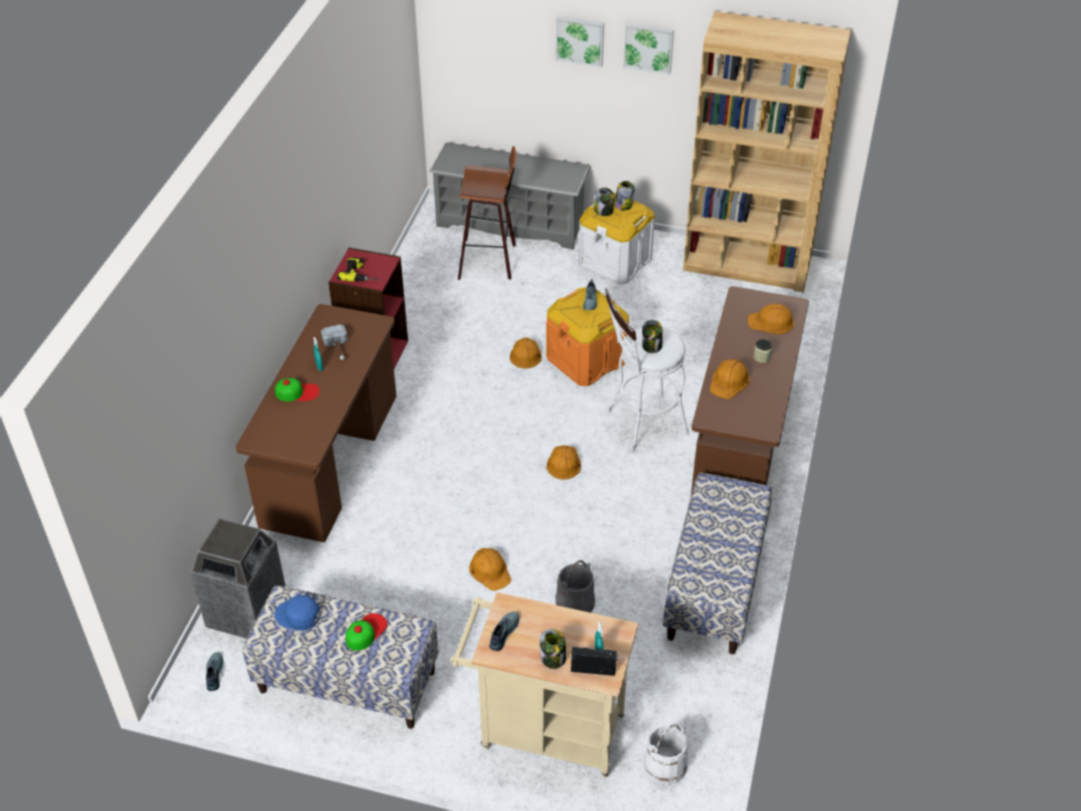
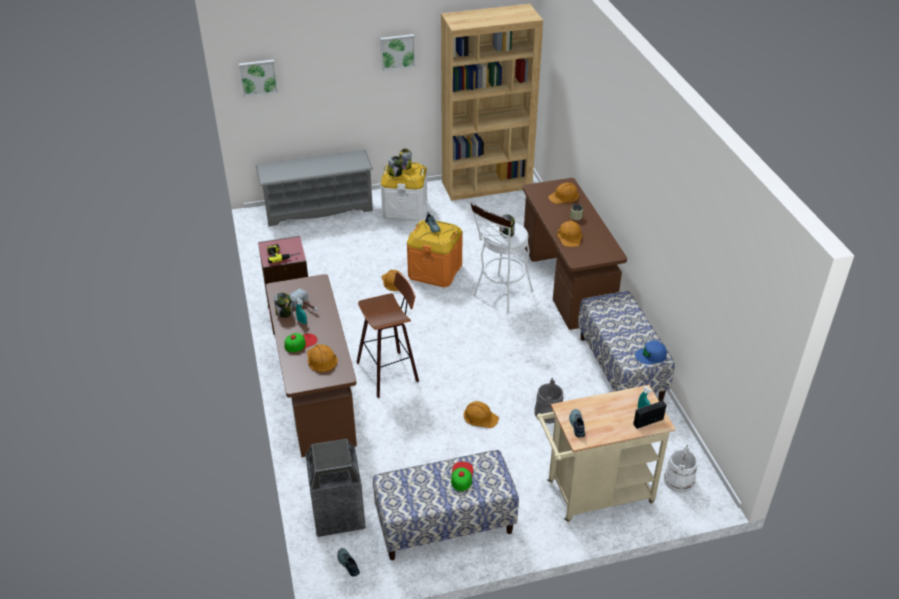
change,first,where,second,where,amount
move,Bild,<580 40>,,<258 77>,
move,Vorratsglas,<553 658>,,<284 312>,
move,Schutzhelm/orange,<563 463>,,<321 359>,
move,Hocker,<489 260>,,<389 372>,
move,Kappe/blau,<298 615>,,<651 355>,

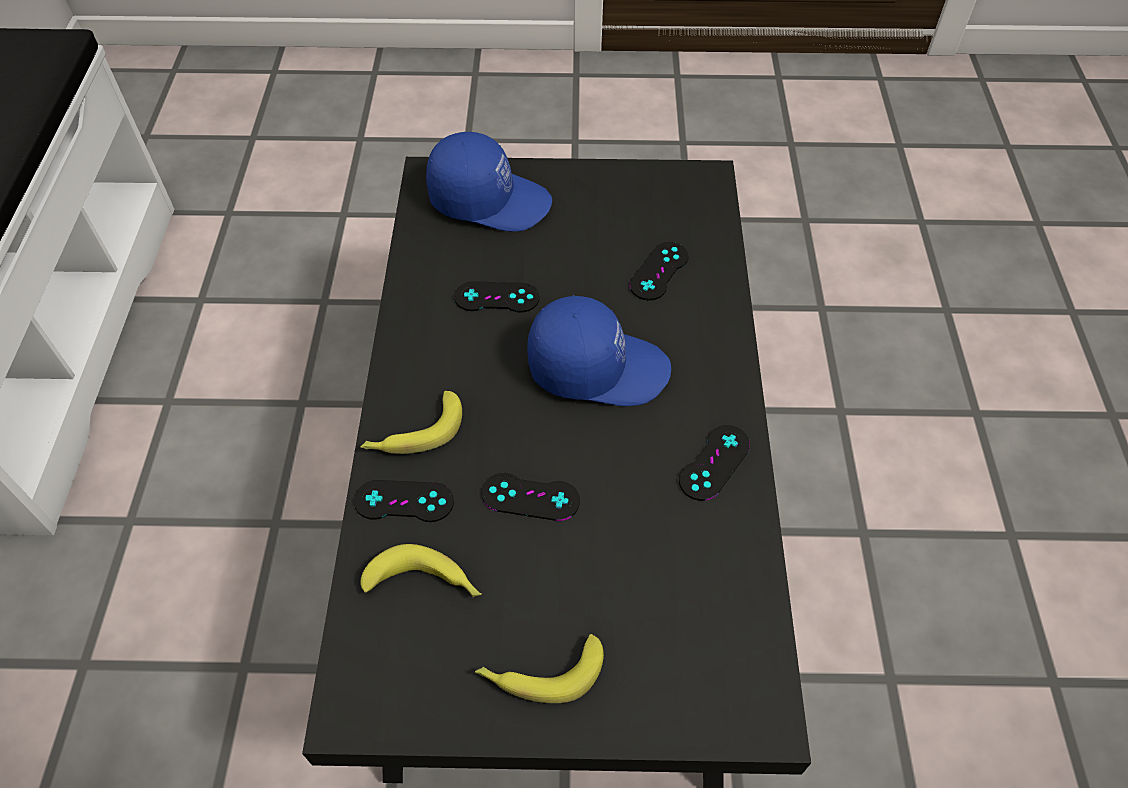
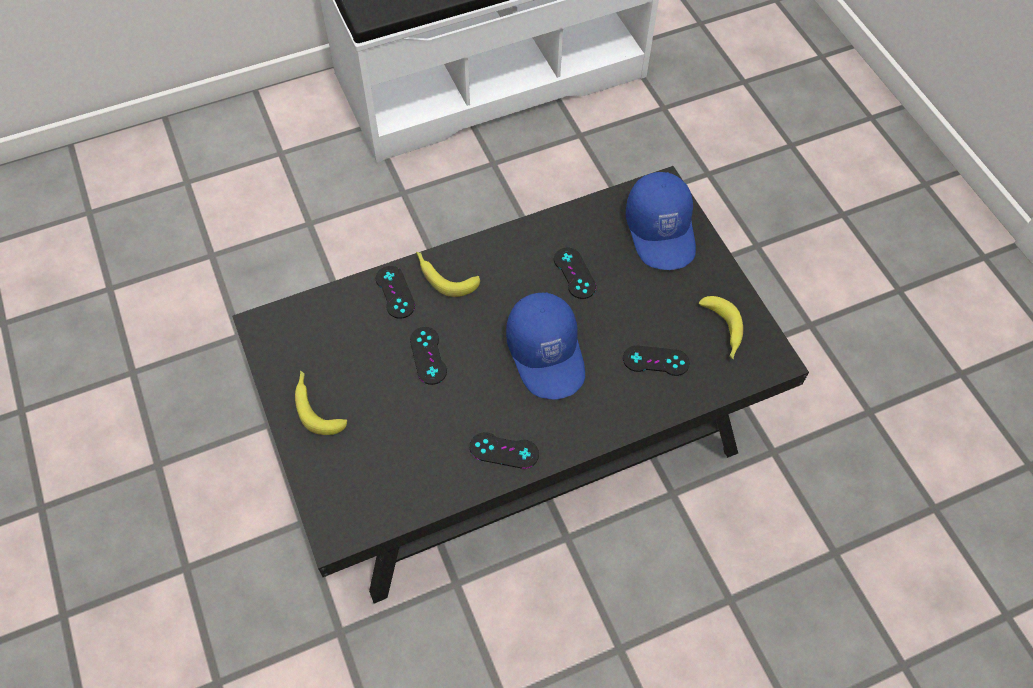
change,first,where,second,where,amount
move,Banane,<425 584>,,<722 332>,

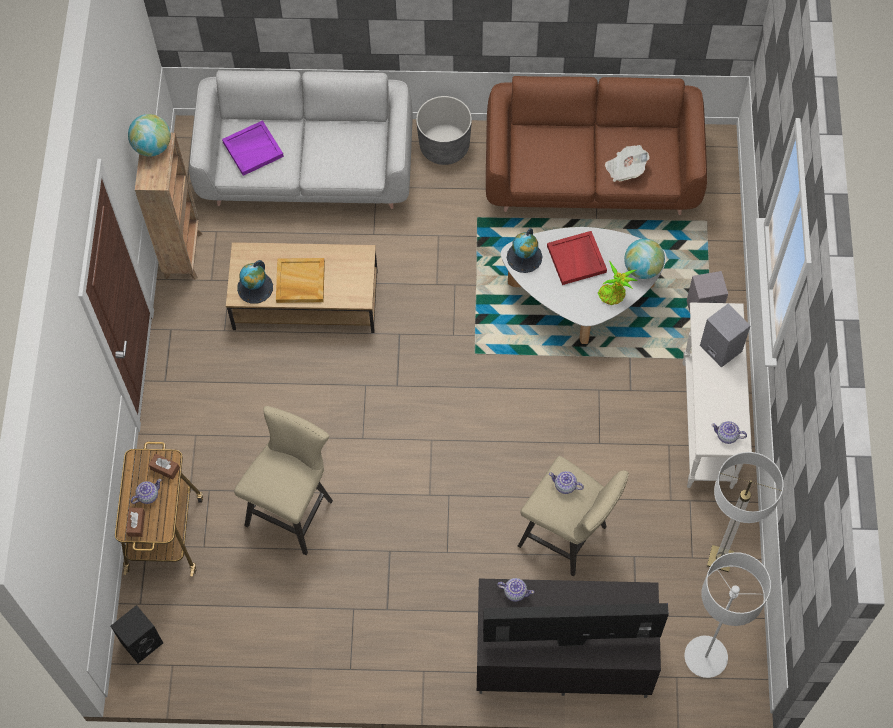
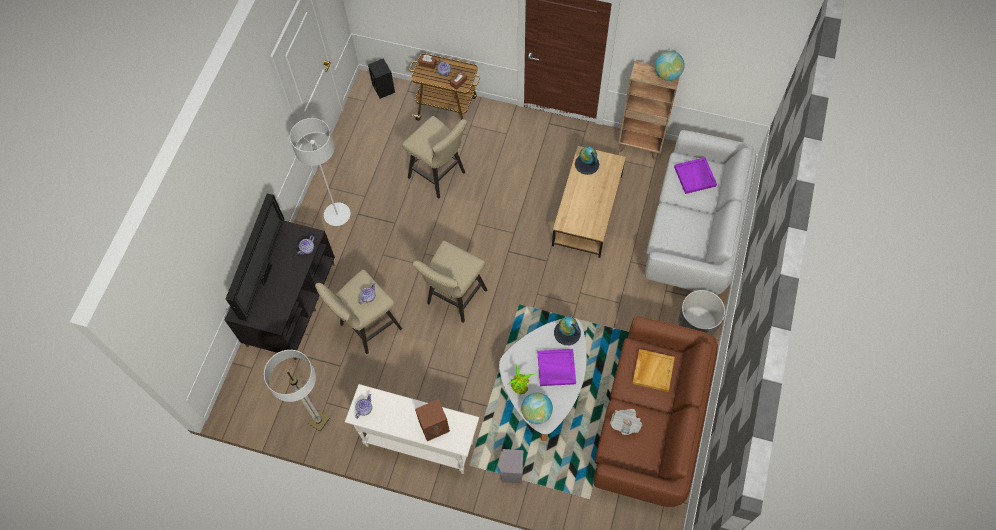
change,first,where,second,where,amount
move,Stehlampe/grau,<705 657>,,<337 215>,
insert,,,Hocker/beige,<454 299>,
recolor,Lautsprecher/grau,<719 348>,Lautsprecher/braun,<434 426>,
recolor,Tablett/rot,<577 259>,Tablett/lila,<556 368>,
move,Tablett/beige,<300 282>,,<652 370>,

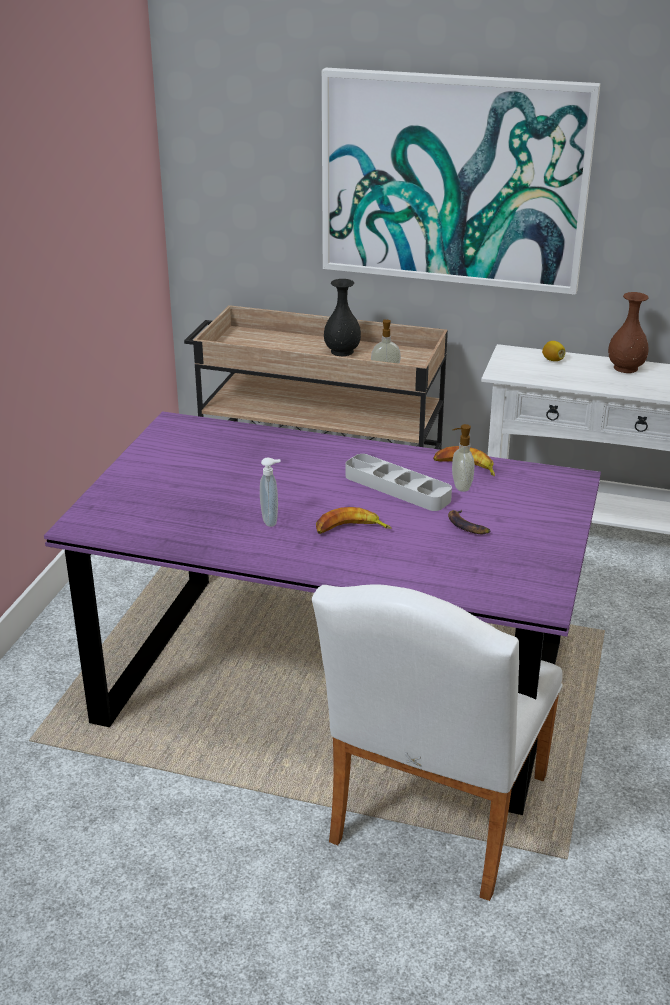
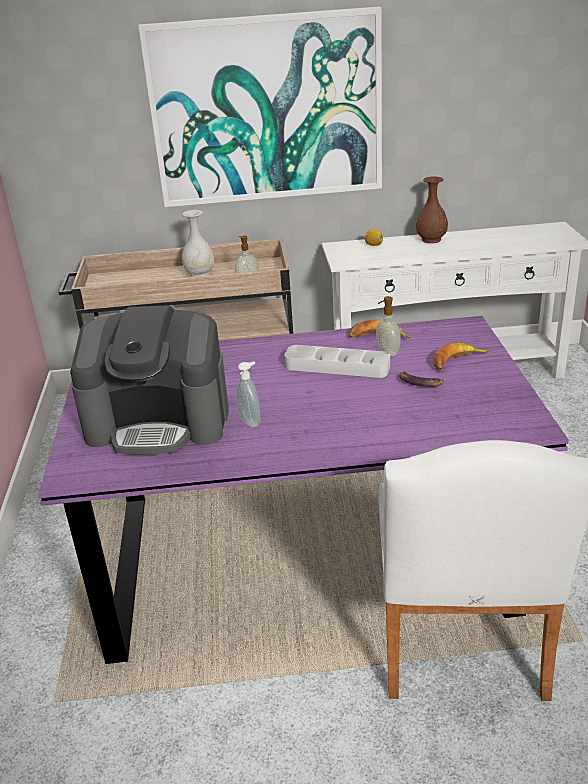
change,first,where,second,where,amount
insert,,,Kaffeemaschine,<159 421>,
recolor,Vase/schwarz,<342 352>,Vase/weiß,<200 274>,
move,Banane,<350 529>,,<457 361>,

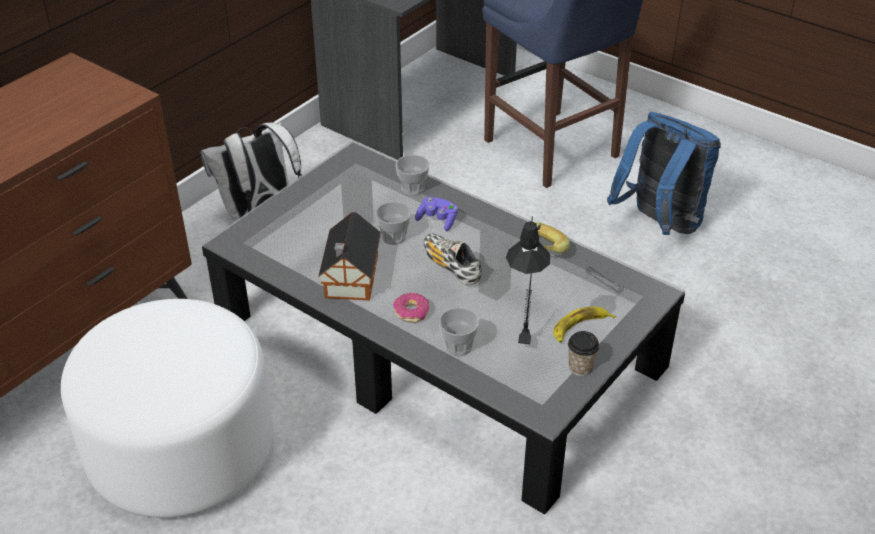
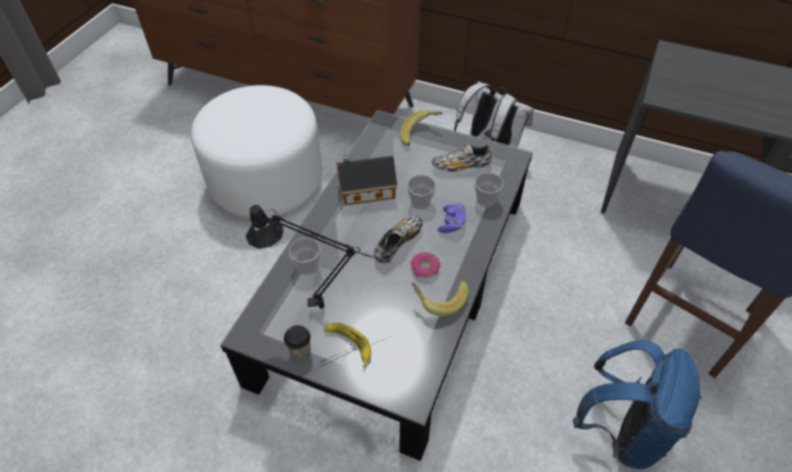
change,first,where,second,where,amount
insert,,,Banane,<420 135>,
move,Donut,<411 312>,,<425 268>,
insert,,,Schuh,<461 166>,

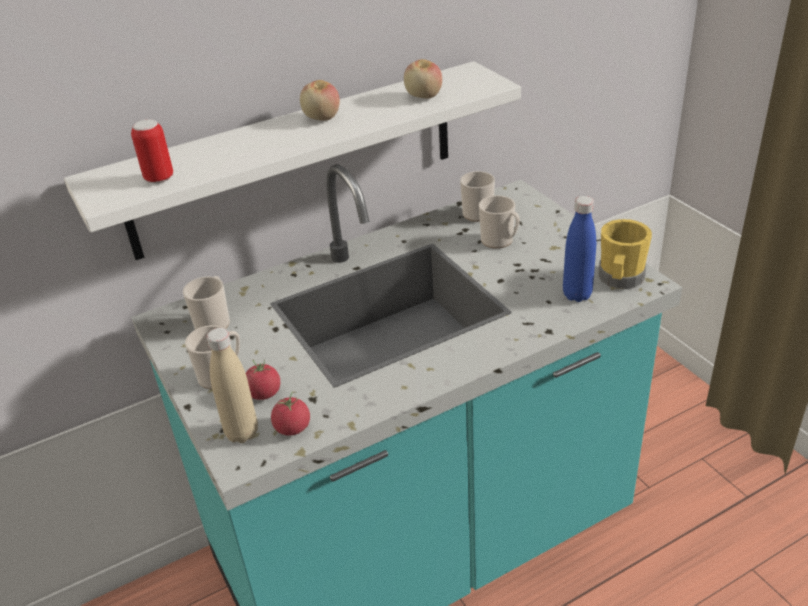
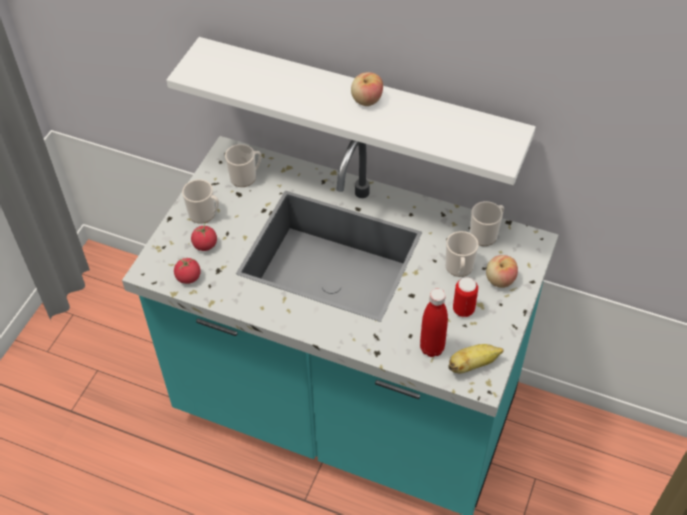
change,first,where,second,where,amount
recolor,Flasche/blau,<577 295>,Flasche/rot,<432 348>,
replace,Henkelbecher/gelb,<620 279>,Banane,<472 365>,
move,Dose,<159 178>,,<463 309>,
move,Apfel,<423 96>,,<500 280>,
delete,Flasche/beige,<242 433>,,,

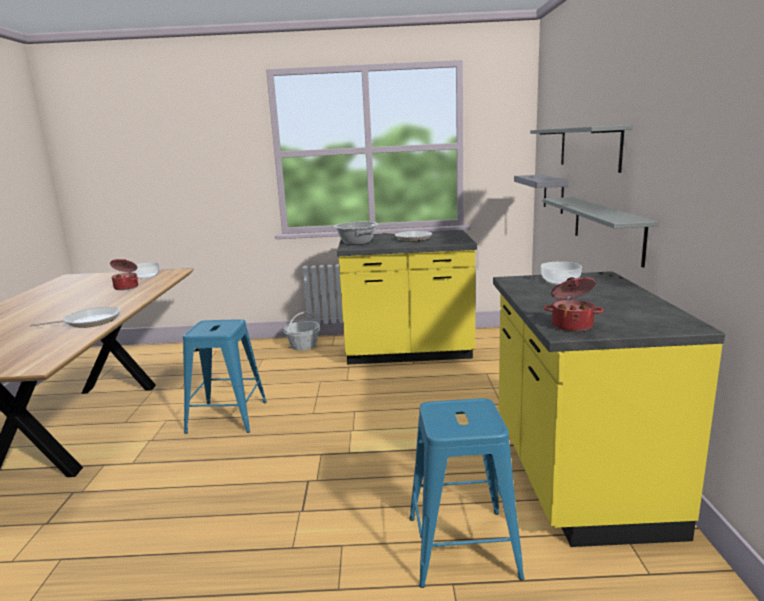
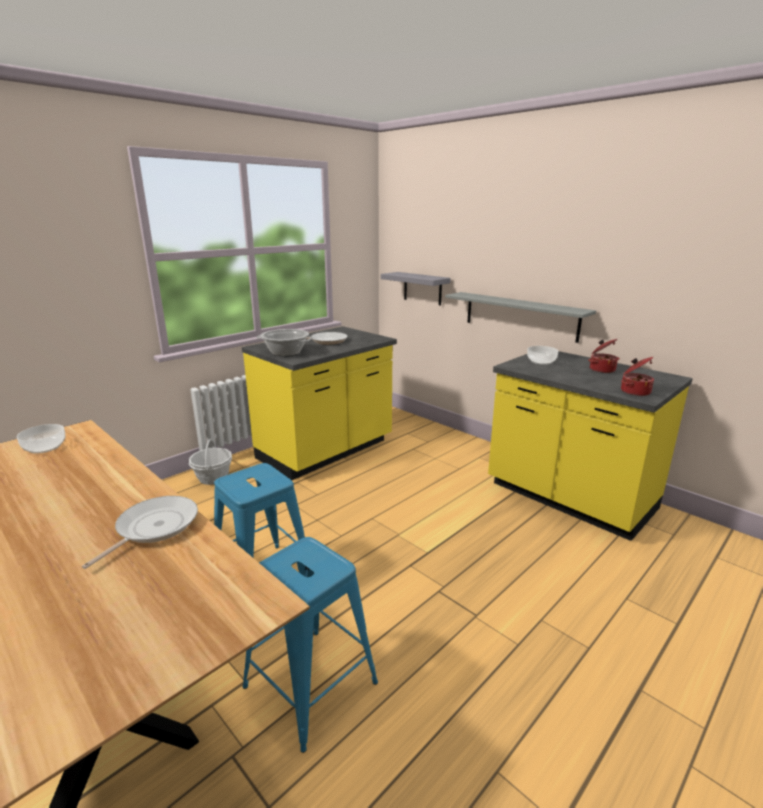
change,first,where,second,where,amount
move,Hocker/blau,<461 546>,,<309 684>,
move,Kochtopf,<127 287>,,<601 369>,
delete,Wandregal/grau,<588 147>,,,

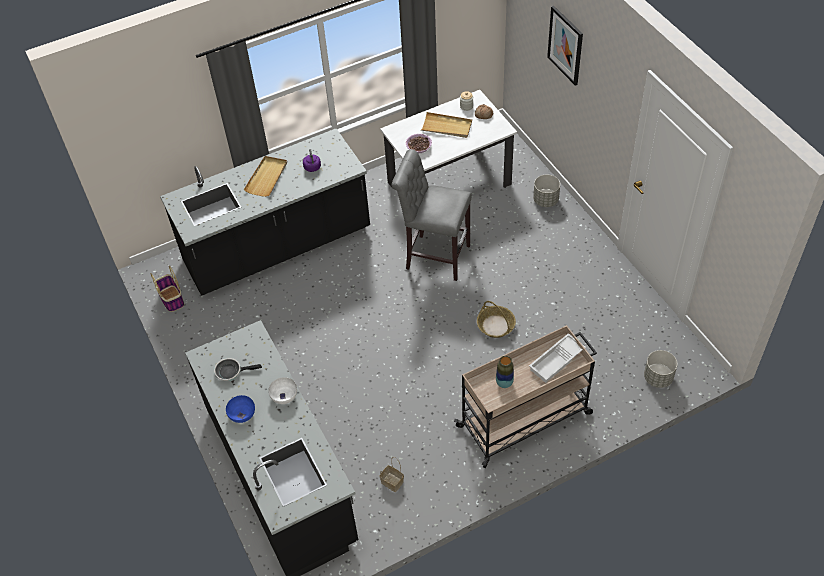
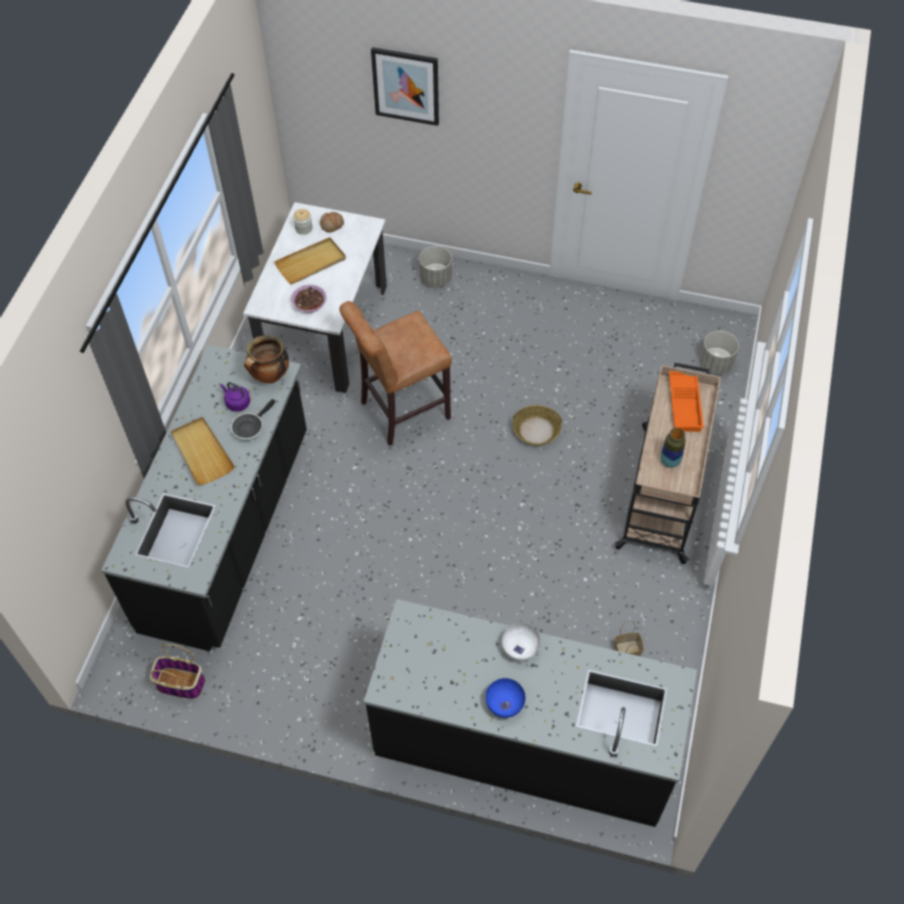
change,first,where,second,where,amount
move,Pfanne,<231 371>,,<249 427>,
insert,,,Kochtopf,<270 376>,
recolor,Hocker/grau,<434 256>,Hocker/braun,<400 412>,
recolor,Tablett/weiß,<557 361>,Tablett/orange,<685 405>,

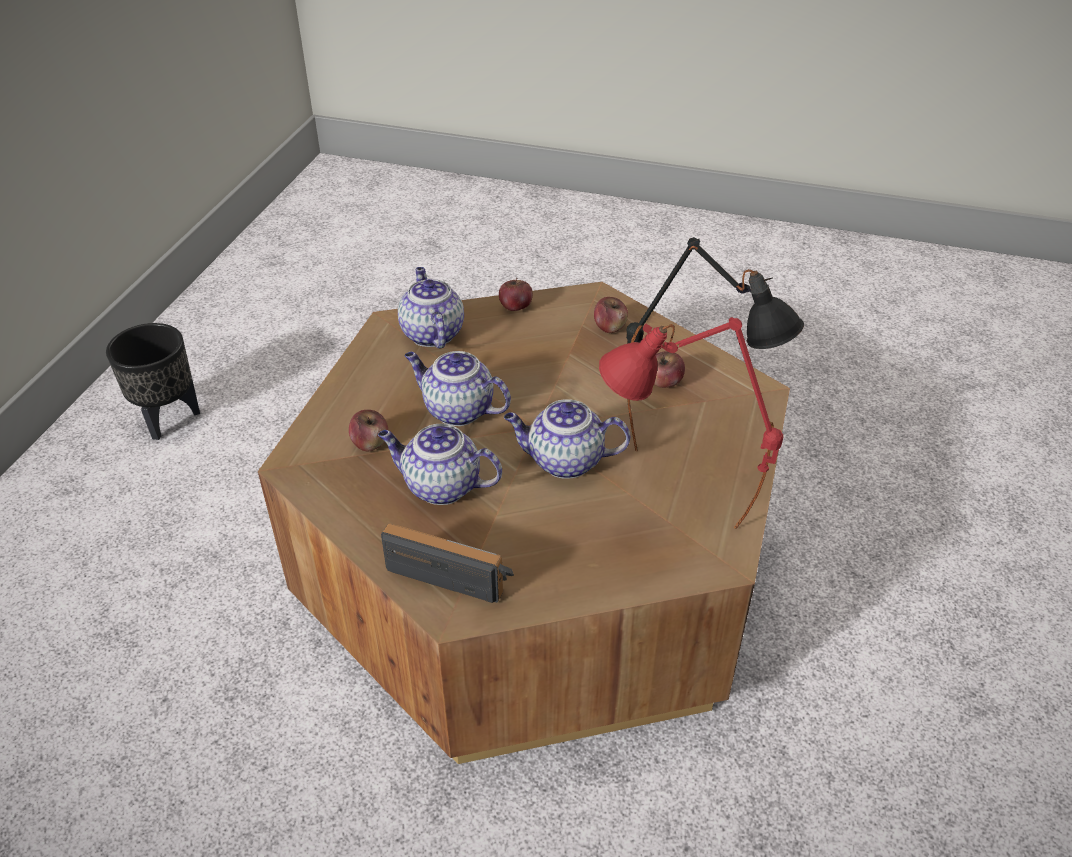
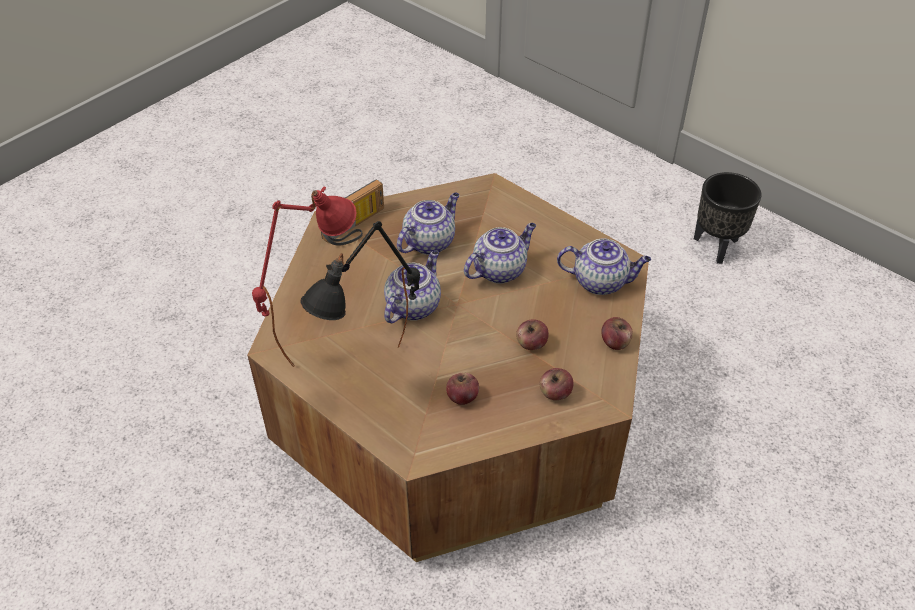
change,first,where,second,where,amount
move,Apfel,<370 443>,,<531 344>,

